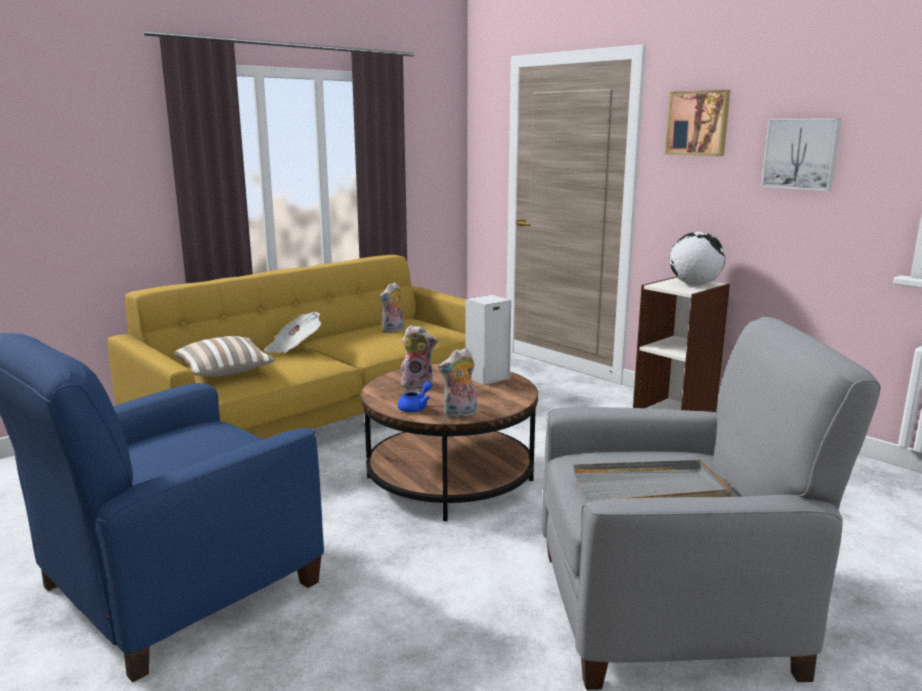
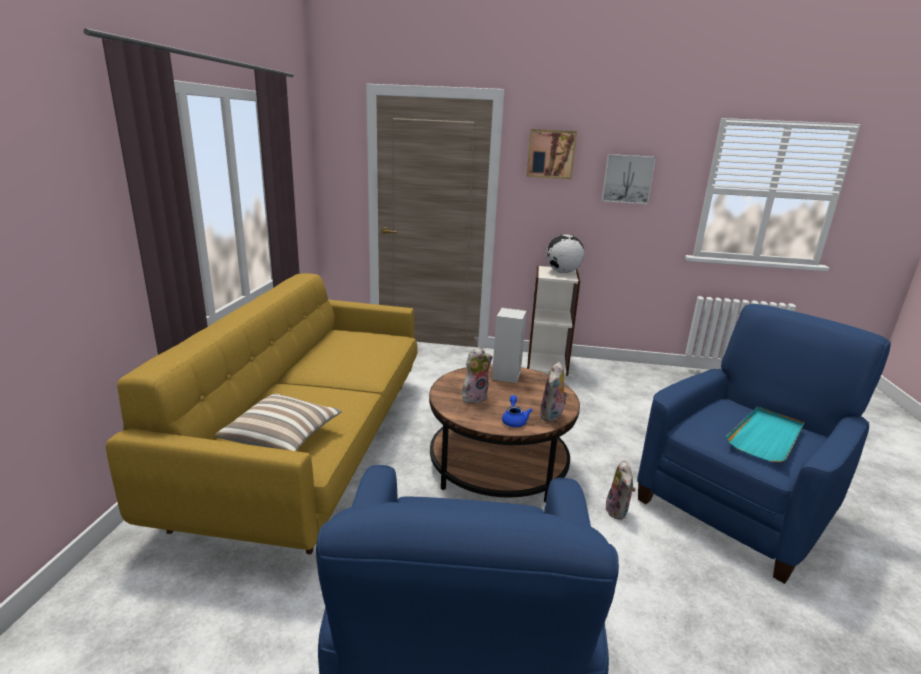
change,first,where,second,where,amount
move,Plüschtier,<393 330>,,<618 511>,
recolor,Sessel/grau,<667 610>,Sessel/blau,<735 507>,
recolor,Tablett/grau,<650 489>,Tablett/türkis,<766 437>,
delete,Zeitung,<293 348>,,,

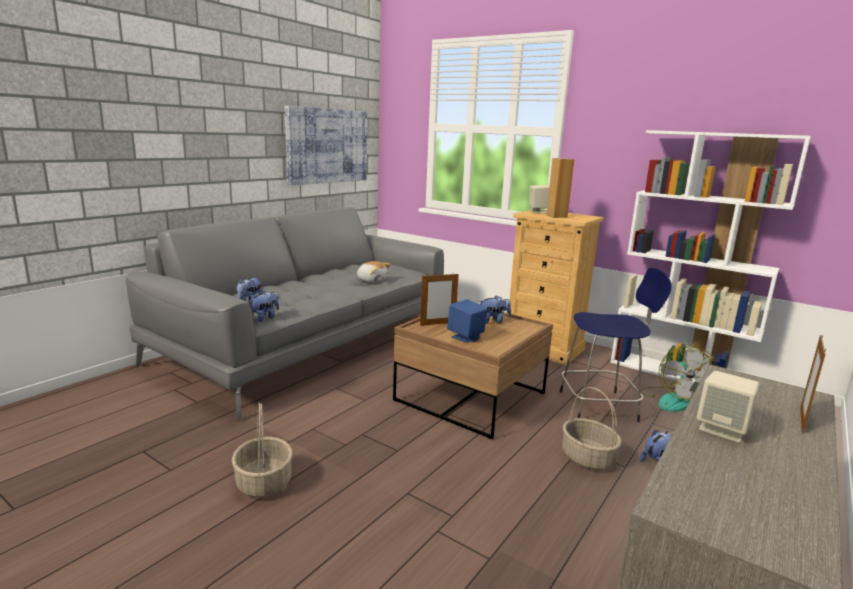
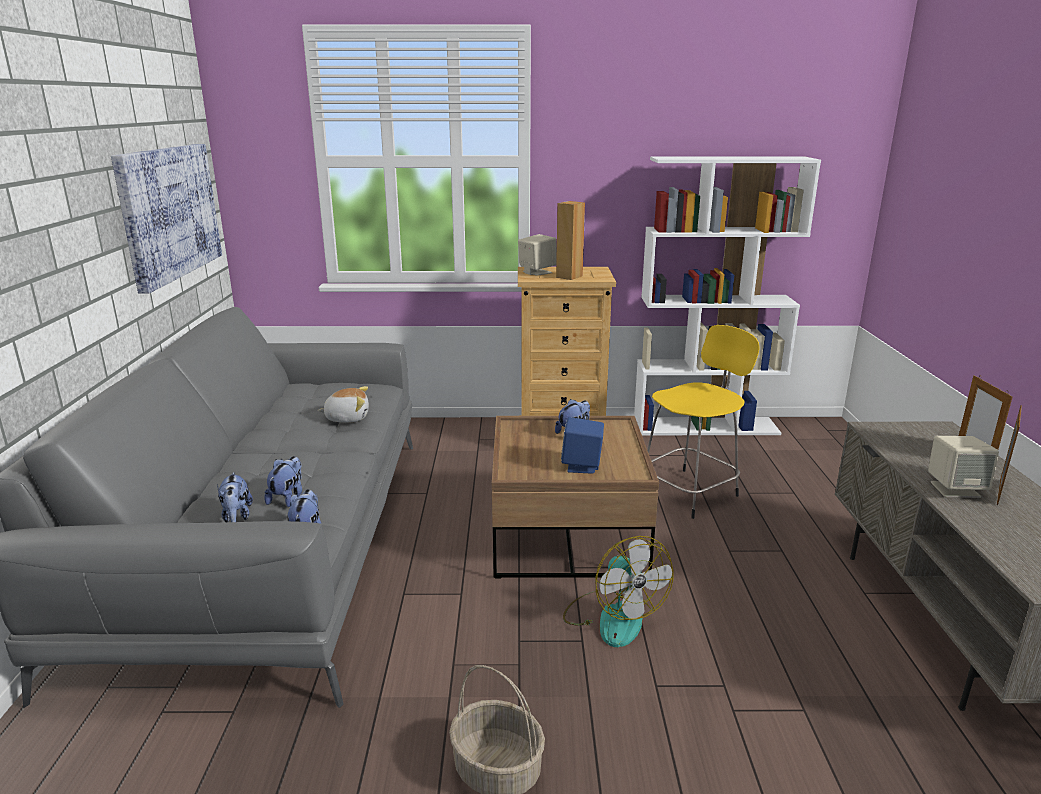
change,first,where,second,where,amount
move,Plüschtier,<655 461>,,<288 498>,
move,Ventilator,<672 400>,,<613 617>,
recolor,Hocker/blau,<600 406>,Hocker/gelb,<690 492>,
move,Bilderrahmen,<438 324>,,<998 492>,
delete,Korb,<587 458>,,,

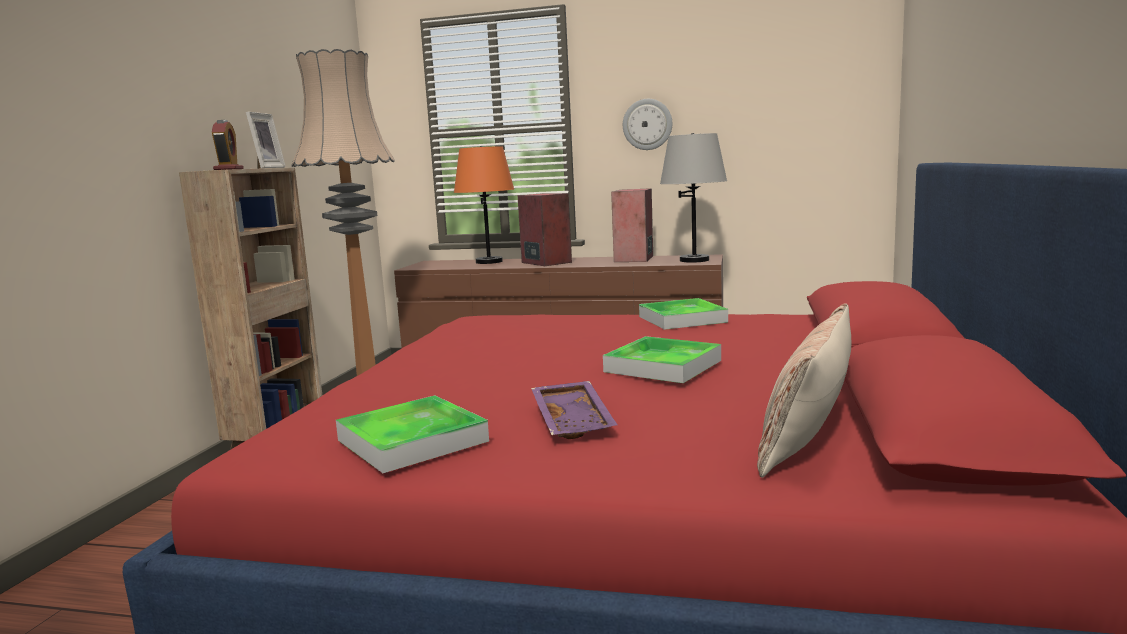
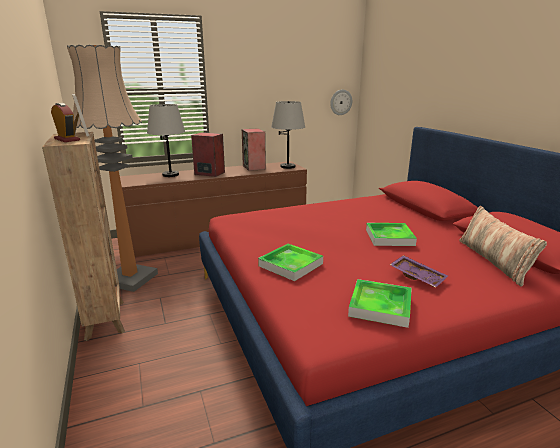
change,first,where,second,where,amount
recolor,Tischlampe/orange,<489 262>,Tischlampe/grau,<171 175>,
move,Tablett,<682 319>,,<290 265>,
move,Wanduhr,<647 124>,,<341 102>,

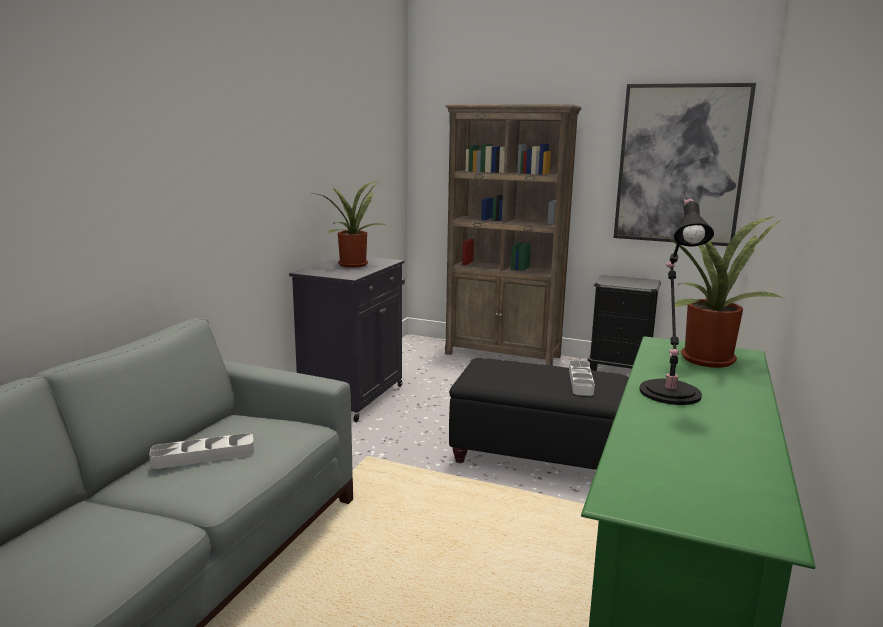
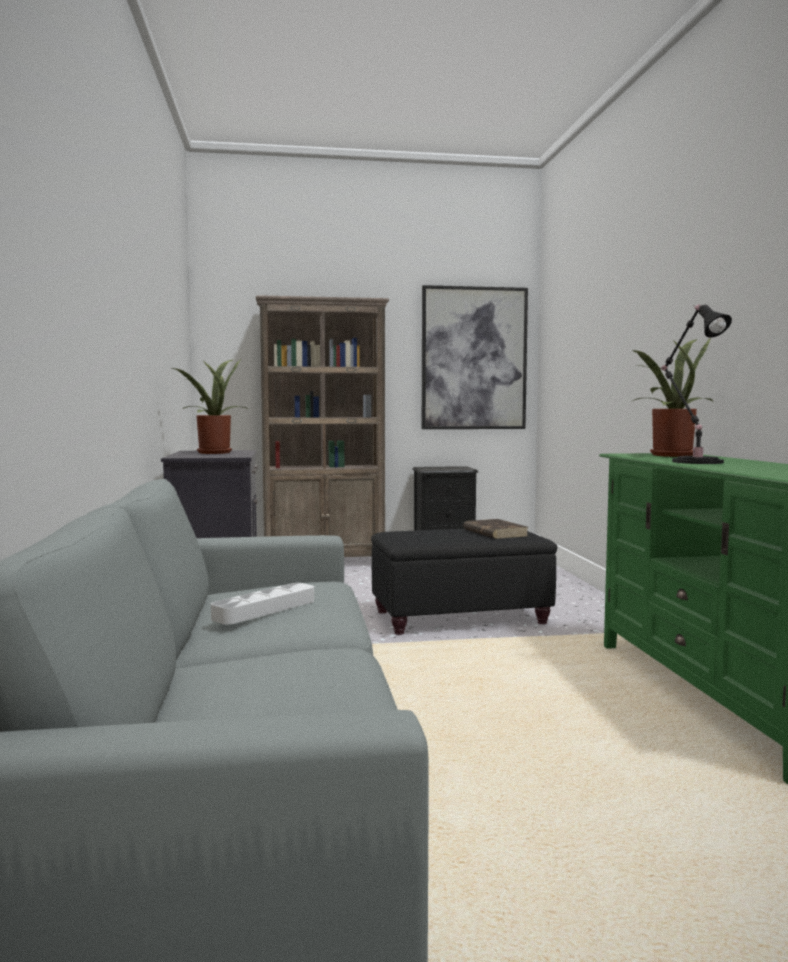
change,first,where,second,where,amount
replace,Tablett/grau,<580 381>,Buch/braun,<494 533>,

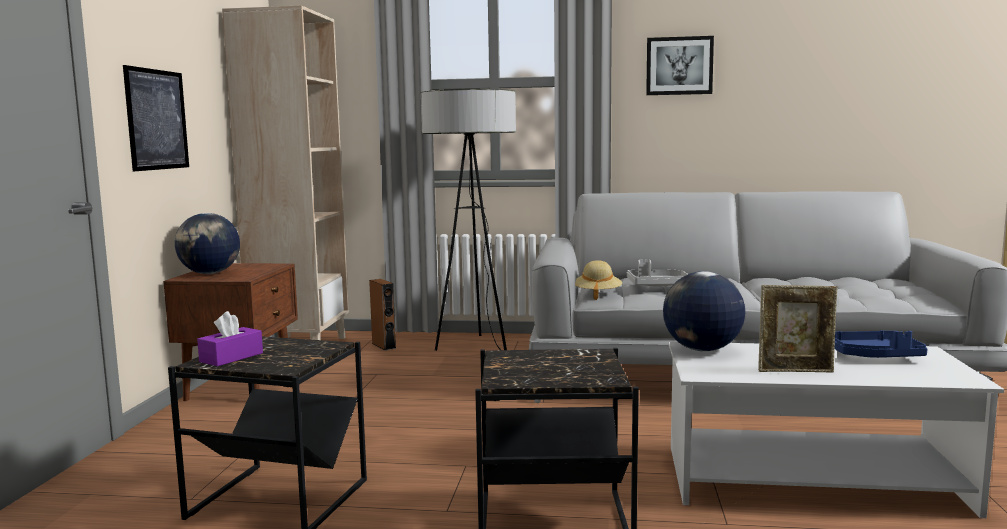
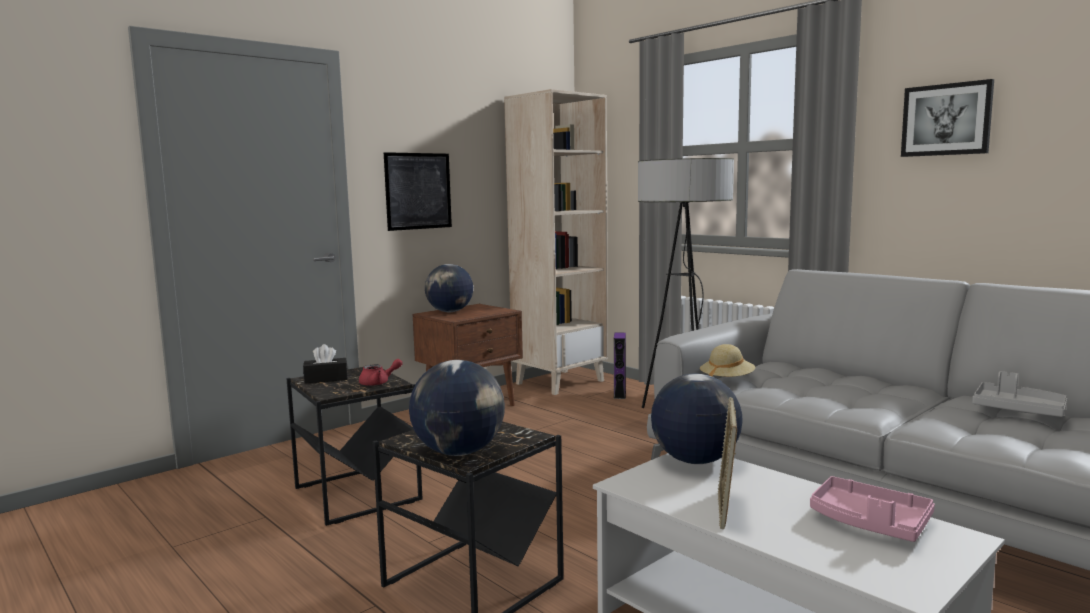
change,first,where,second,where,amount
recolor,Taschentuchbox/lila,<231 357>,Taschentuchbox/schwarz,<326 379>,
insert,,,Teekanne/rot,<379 383>,
insert,,,Globus,<459 452>,
recolor,Lautsprecher/braun,<383 345>,Lautsprecher/lila,<619 394>,
rotate,Bilderrahmen,<795 371>,,<725 510>,60 degrees clockwise
recolor,Tablett/blau,<873 356>,Tablett/rosa,<869 522>,
move,Tablett/grau,<657 285>,,<1017 410>,

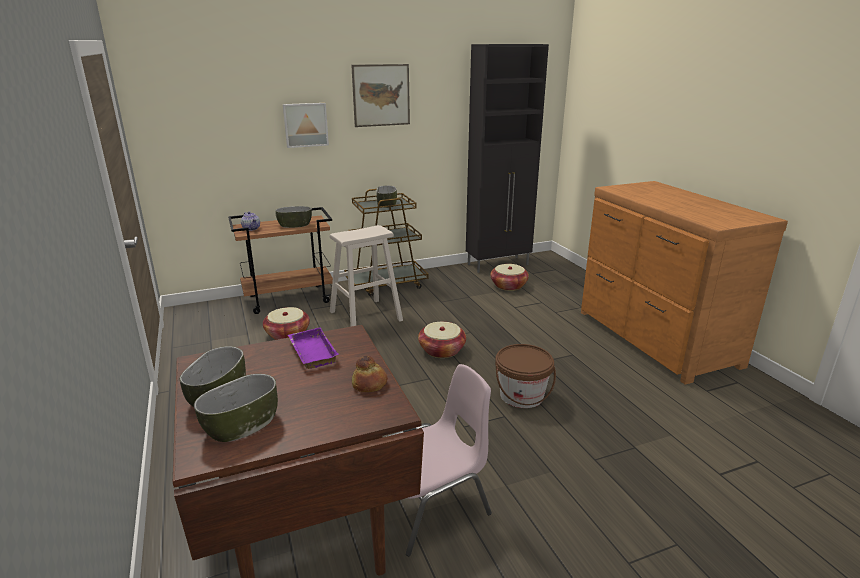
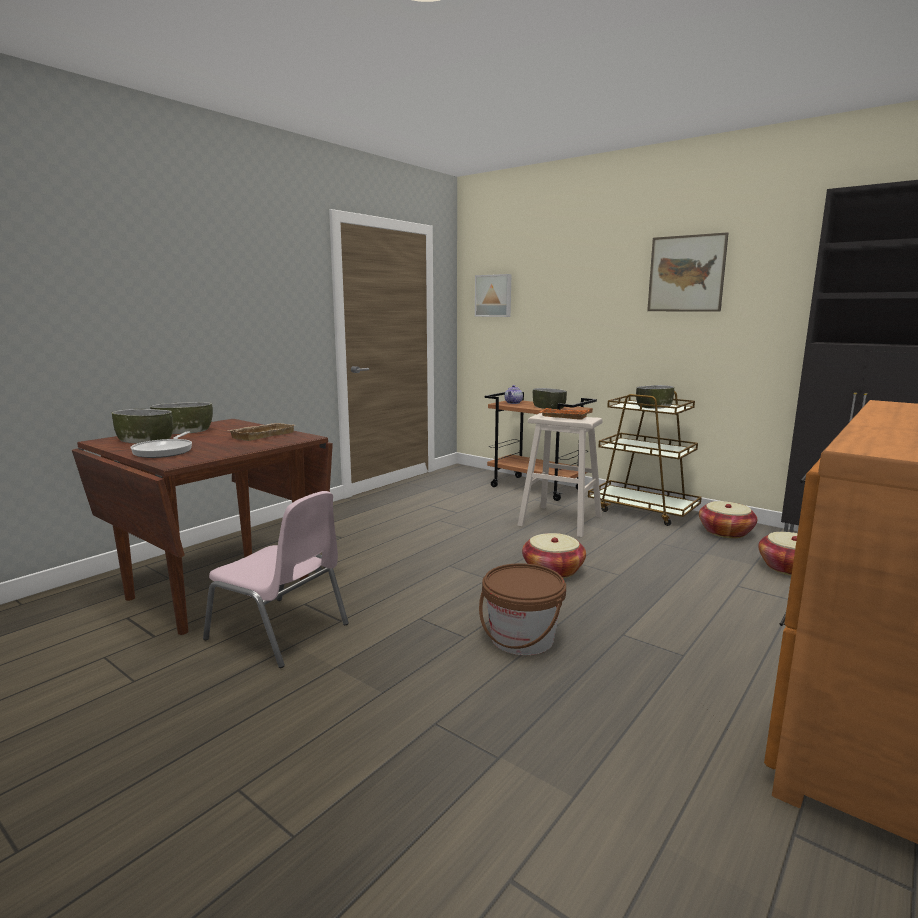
change,first,where,second,where,amount
insert,,,Pfanne,<165 451>,
recolor,Tablett/lila,<311 352>,Tablett/beige,<262 435>,
move,Bild,<305 124>,,<494 295>,
insert,,,Tablett/orange,<563 417>,
move,Korb,<287 334>,,<725 532>,
delete,Brot,<370 383>,,,

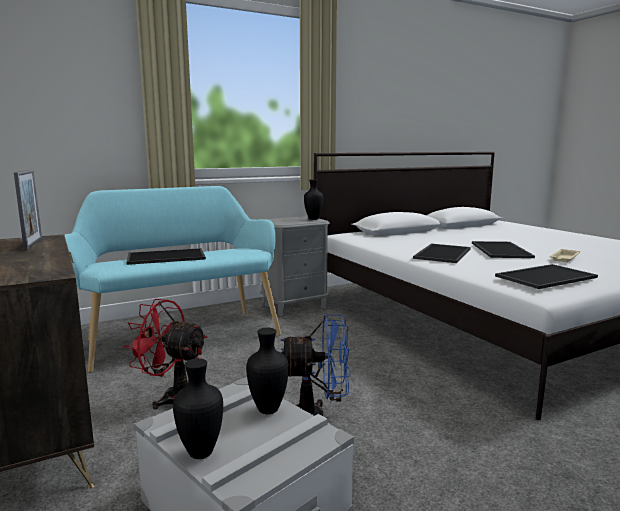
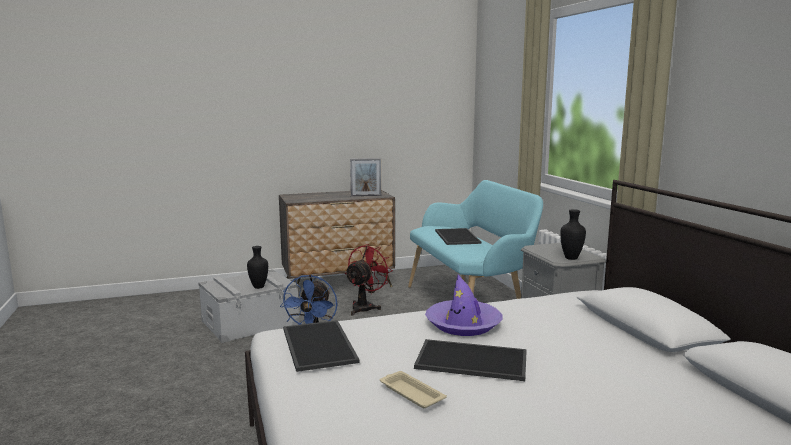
change,first,where,second,where,amount
replace,Tablett,<441 253>,Hut/lila,<463 324>,
delete,Vase/schwarz,<202 452>,,,

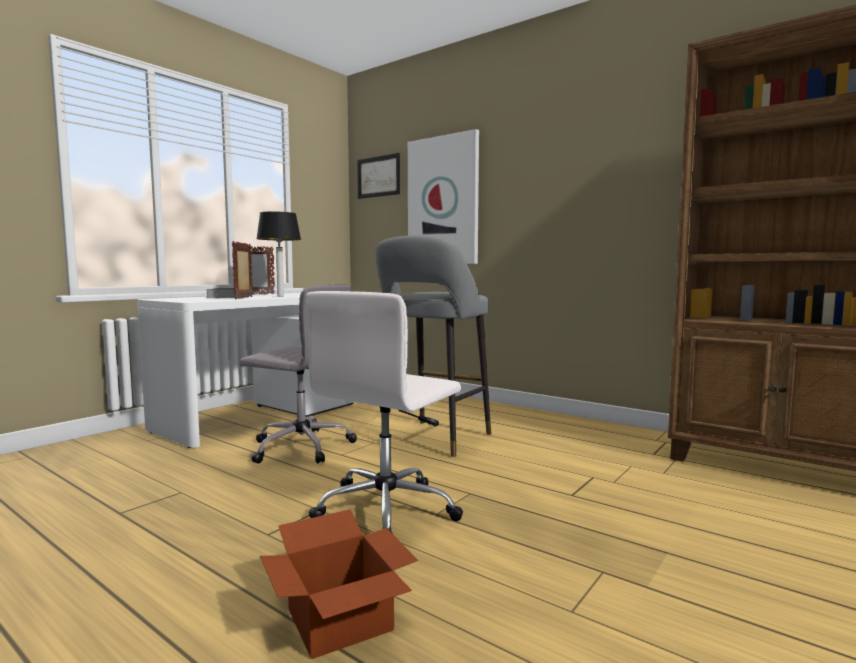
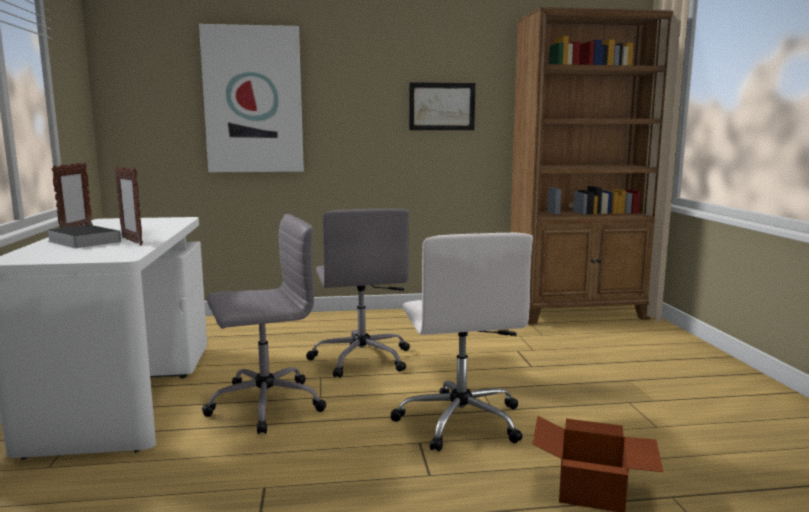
change,first,where,second,where,amount
replace,Hocker/grau,<433 439>,Bürostuhl/grau,<361 359>,
move,Bild,<378 176>,,<442 106>,
delete,Tischlampe,<280 296>,,,

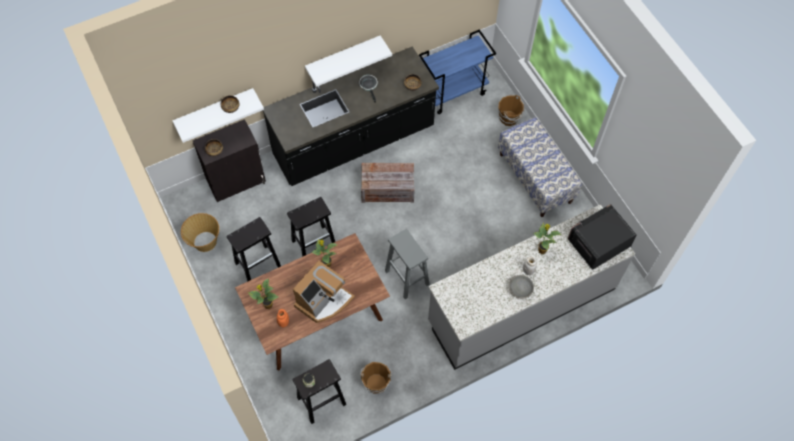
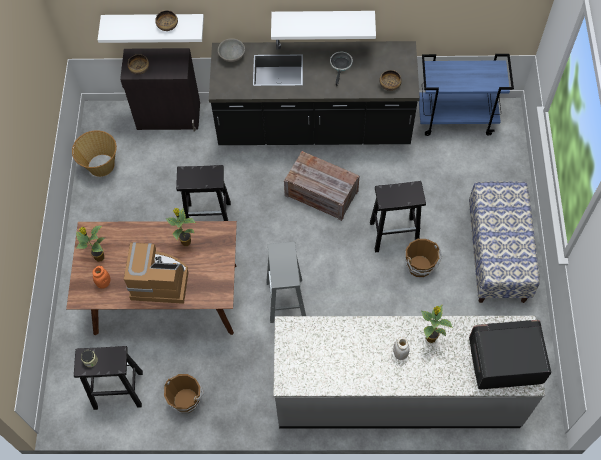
change,first,where,second,where,amount
rotate,Kaffeemaschine,<324 301>,,<159 280>,150 degrees counterclockwise
move,Schüssel/grau,<520 290>,,<232 56>,
move,Hocker/schwarz,<258 264>,,<394 234>,
move,Eimer/braun,<509 118>,,<420 266>,

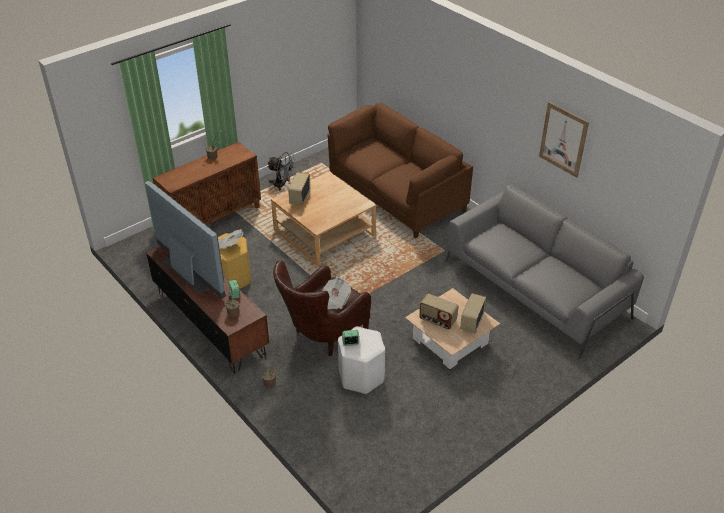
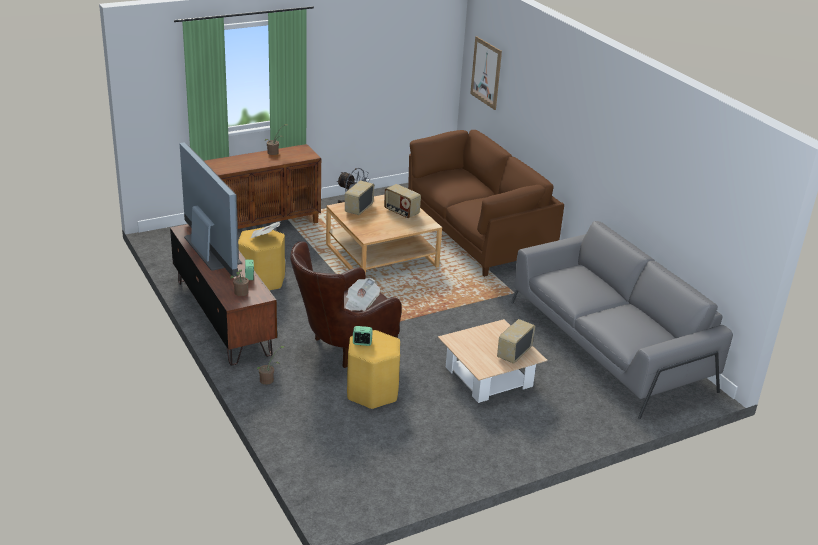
change,first,where,second,where,amount
recolor,Hocker/weiß,<361 376>,Hocker/gelb,<372 392>,
move,Radio,<437 320>,,<401 212>,
move,Bild,<563 139>,,<486 72>,

